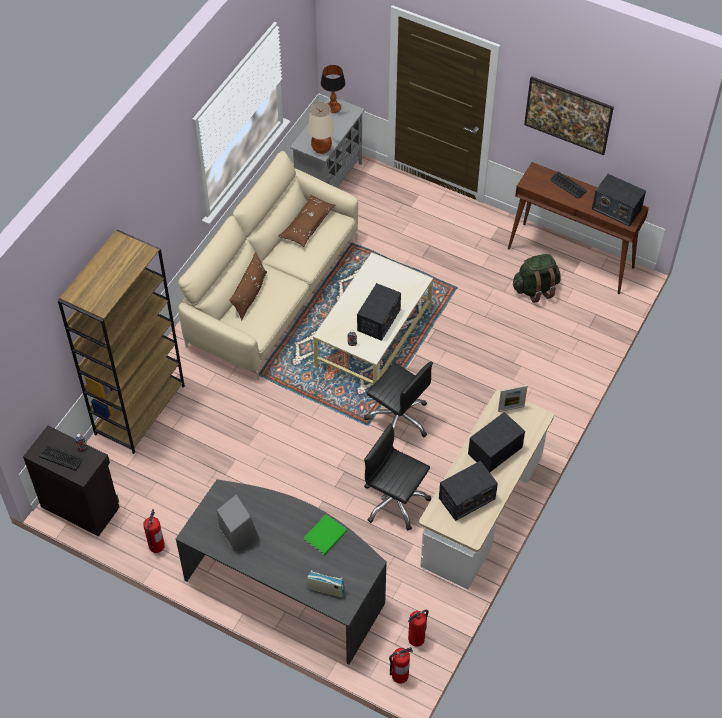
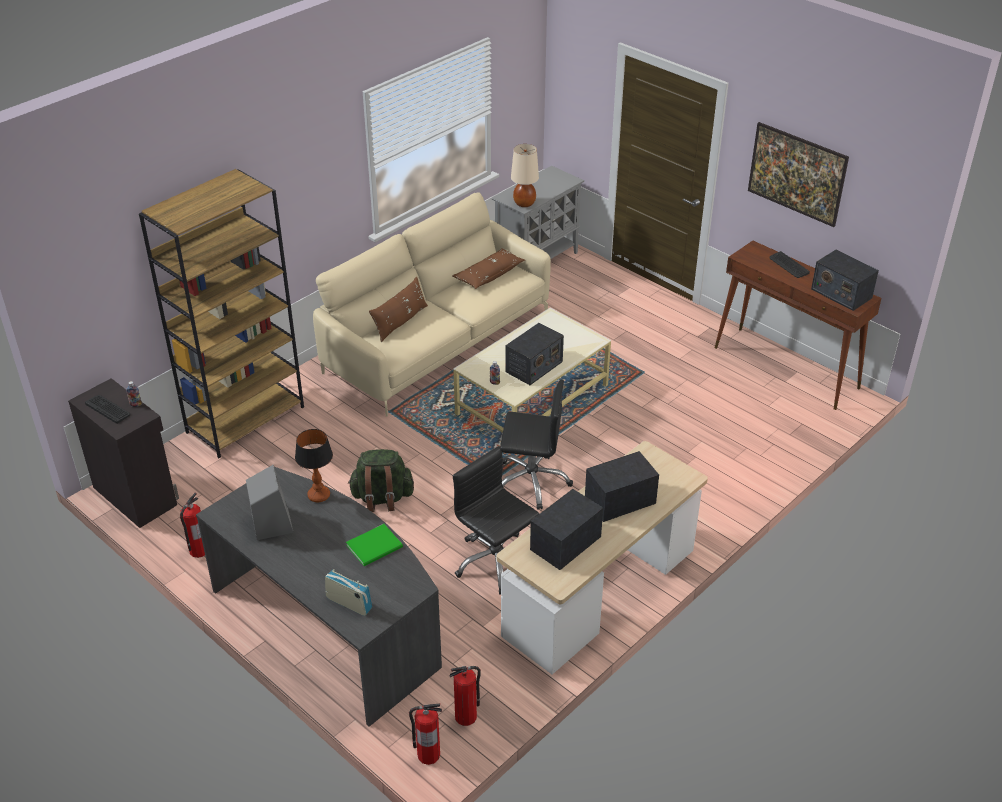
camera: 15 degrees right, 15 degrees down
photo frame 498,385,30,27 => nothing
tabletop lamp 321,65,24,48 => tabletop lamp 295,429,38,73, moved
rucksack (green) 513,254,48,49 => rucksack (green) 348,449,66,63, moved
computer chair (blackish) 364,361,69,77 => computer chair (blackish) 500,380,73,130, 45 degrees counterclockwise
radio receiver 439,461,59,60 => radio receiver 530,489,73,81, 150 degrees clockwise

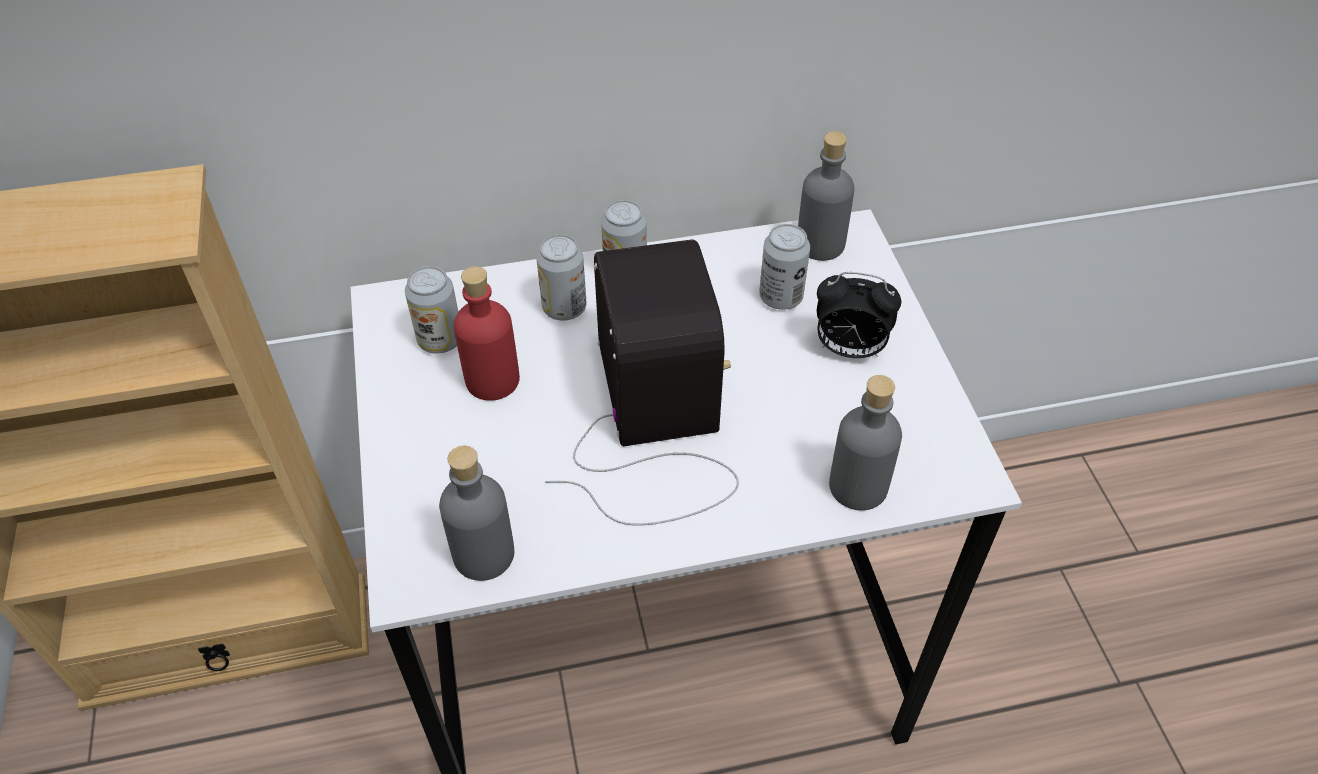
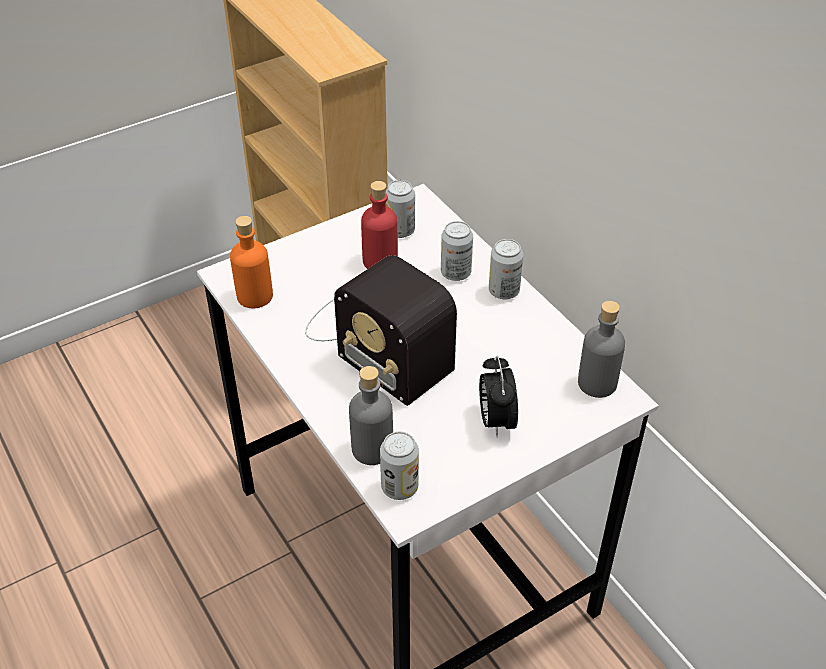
camera: 70 degrees right, 5 degrees down
can 759,224,51,86 => can 380,432,39,68, moved
beverage bottle (grey) 439,446,75,135 => beverage bottle (orangey) 230,216,43,92
radio receiver 545,240,194,285 => radio receiver 305,255,152,151, 75 degrees clockwise

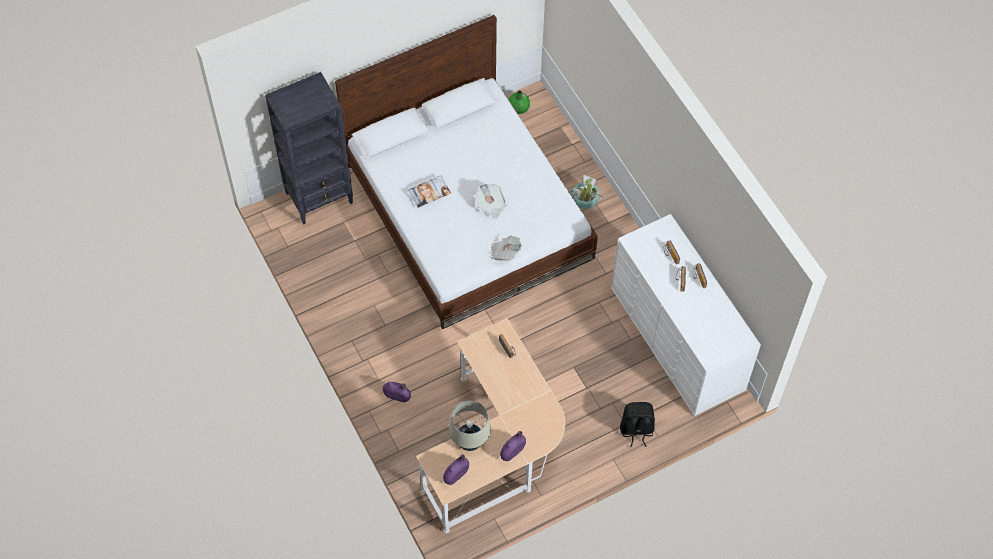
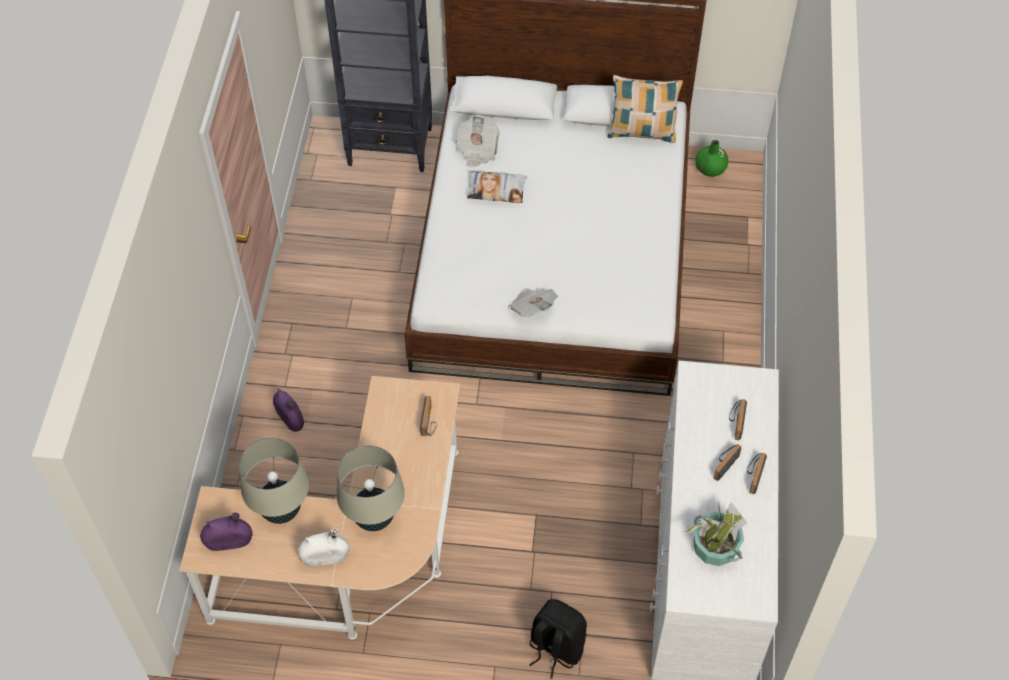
camera: 35 degrees right, 5 degrees down
nothing => tabletop lamp (beige-coloured) 337,446,68,85
nothing => throw pillow 608,75,75,68
daily paper 475,183,32,36 => daily paper 456,115,44,53, moved
plant in a pot 570,175,33,34 => plant in a pot 683,502,64,64, moved
decorative vase (purplish) 500,431,26,30 => decorative vase (white) 297,529,52,37

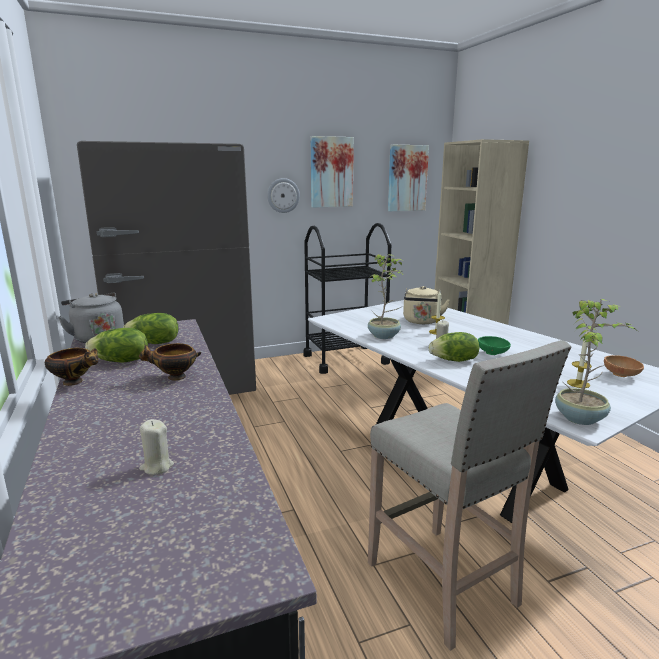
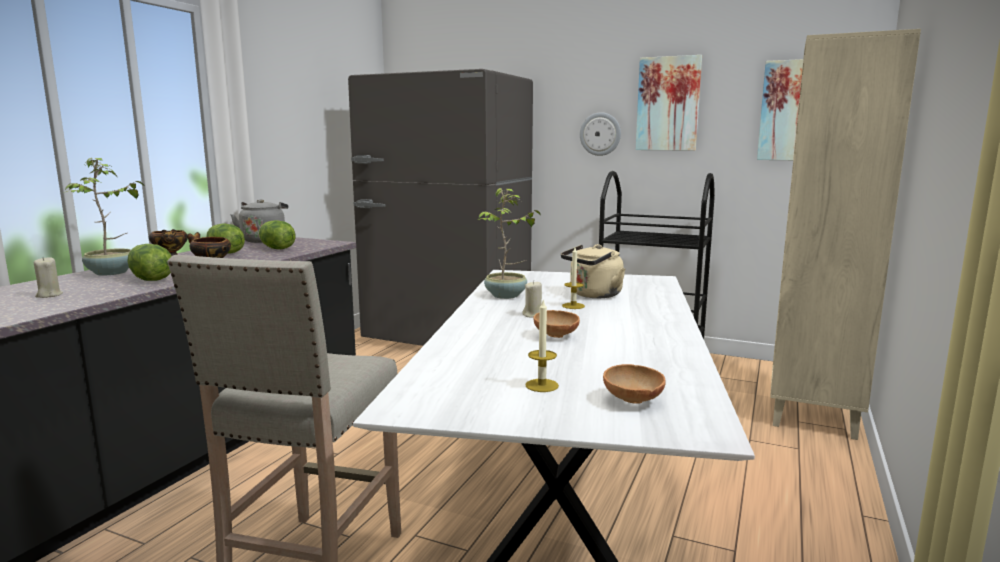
camera: 45 degrees right, 5 degrees down
lettuce 429,332,51,30 => lettuce 127,244,45,37, moved
plant in a pot 555,299,81,126 => plant in a pot 64,158,80,118, moved
bowl (green) 478,336,33,19 => bowl (brown-coloured) 533,310,47,28

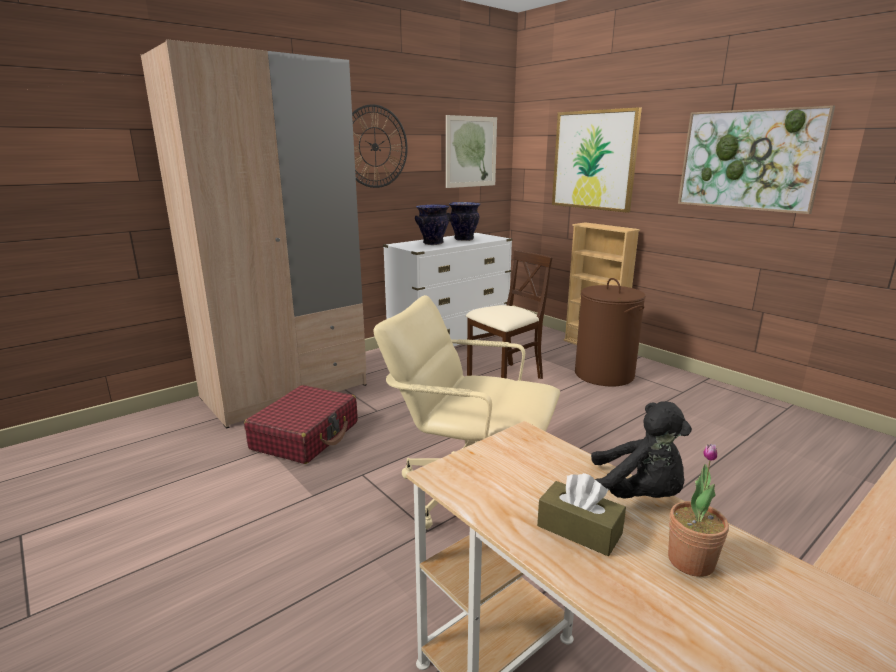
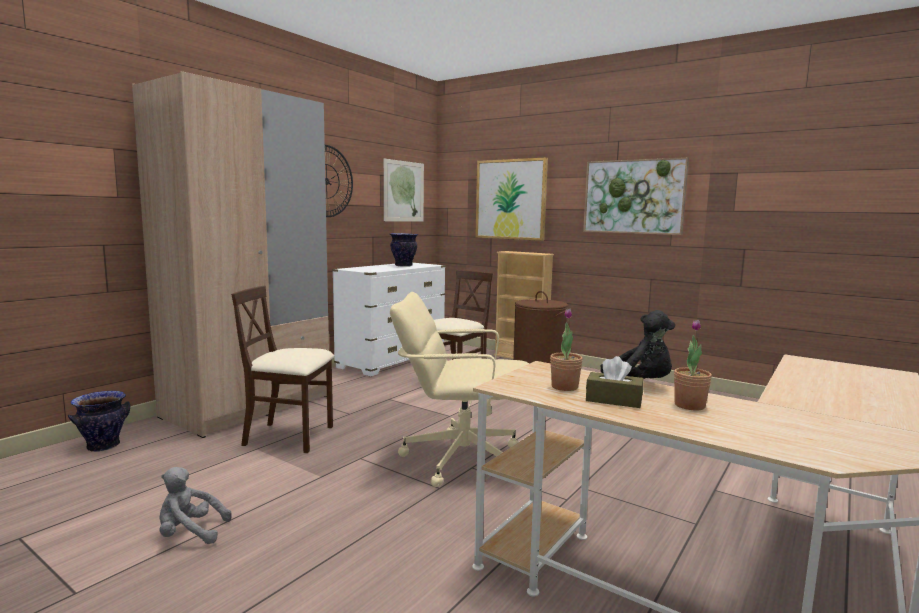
camera: 15 degrees left, 10 degrees down
nothing => plush toy (grey) 160,467,72,77
nothing => plant in a pot 550,309,33,82
decorative vase 415,205,36,40 => decorative vase 68,391,62,61, moved
piece of luggage (reddish) 244,385,113,79 => plain chair (beige-coloured) 231,286,103,167

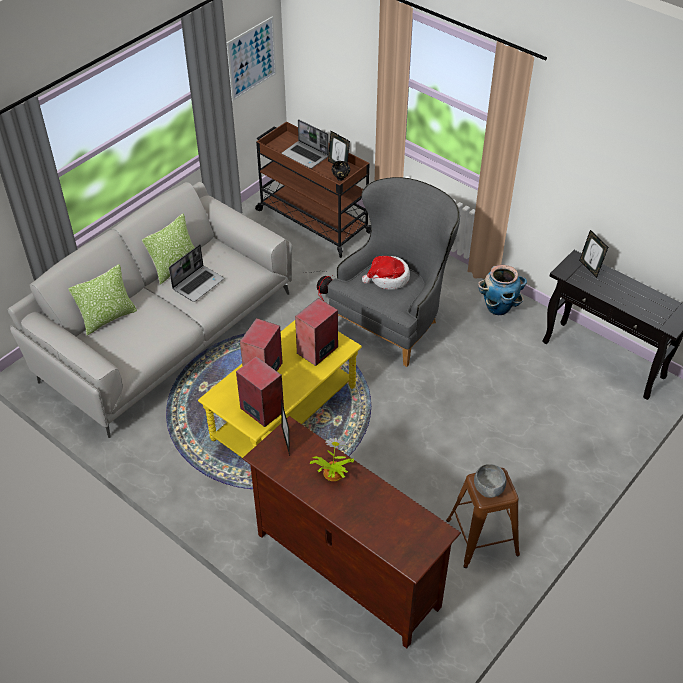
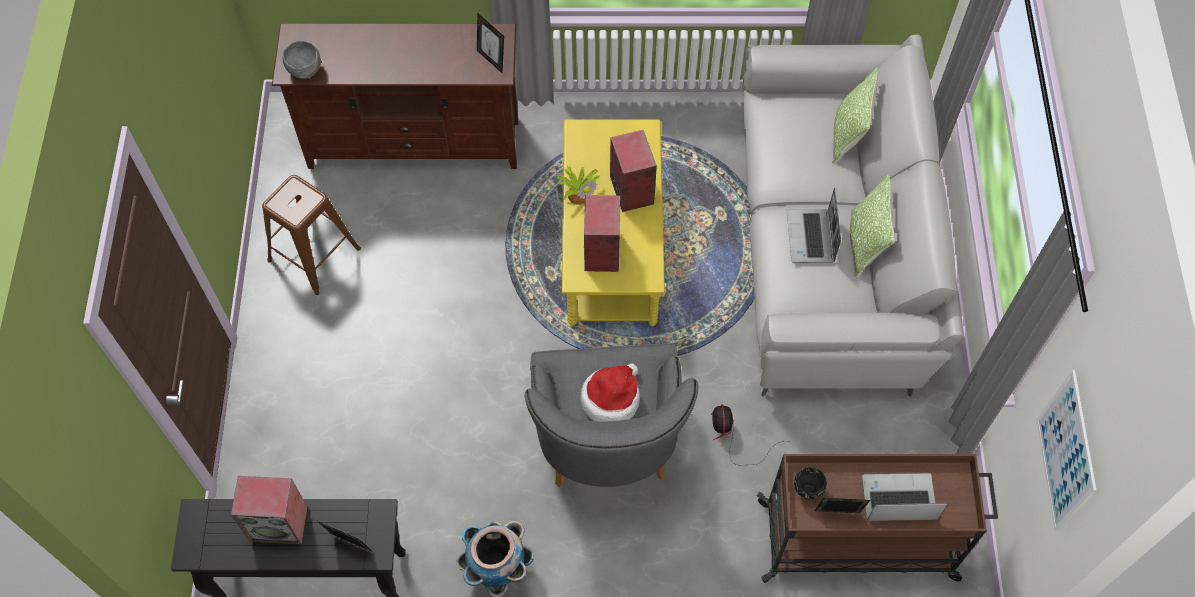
camera: 140 degrees right, 15 degrees up
speaker 236,356,48,71 => speaker 231,476,77,69, moved
plant in a pot 310,438,44,43 => plant in a pot 557,166,43,39, moved
bowl (grey) 474,464,32,34 => bowl (grey) 283,41,38,38, moved

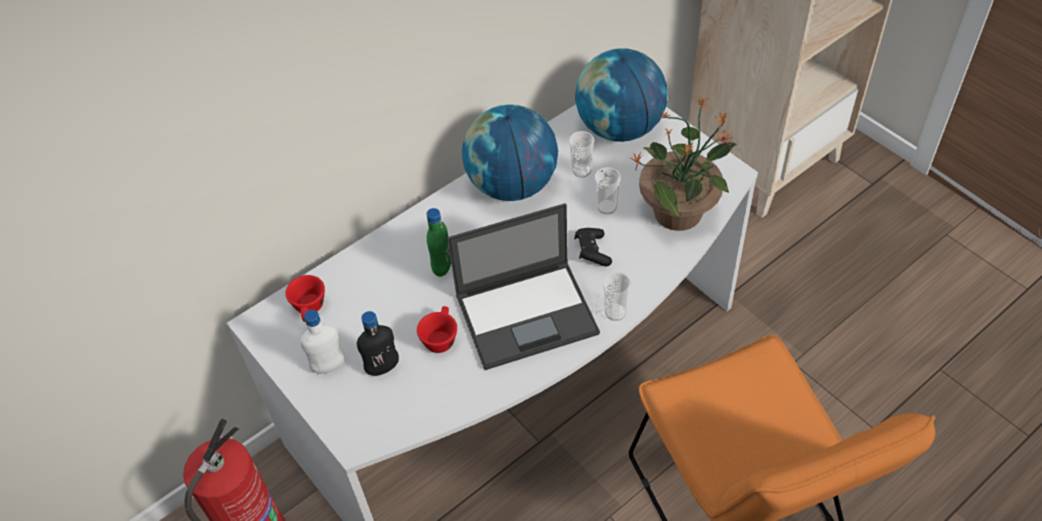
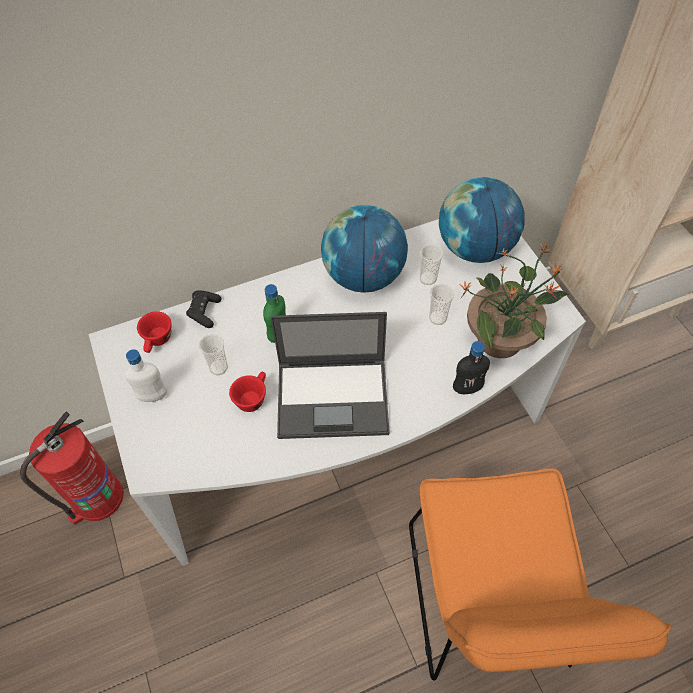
camera: 15 degrees right, 5 degrees up
beverage bottle (blackish) 357,311,42,65 => beverage bottle (blackish) 453,341,37,53, moved
game controller (blackish) 574,228,38,38 => game controller (blackish) 186,290,35,38, moved
cup 603,272,29,49 => cup 199,334,29,41, moved

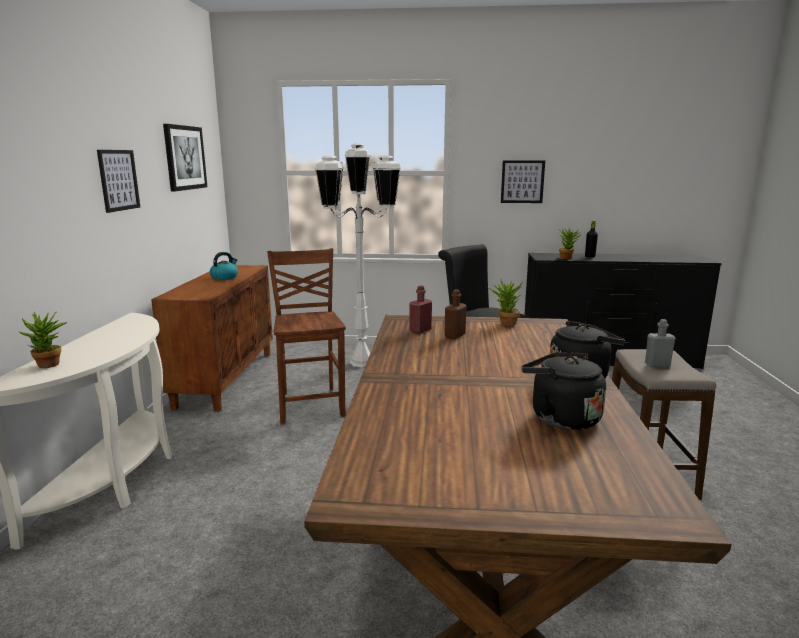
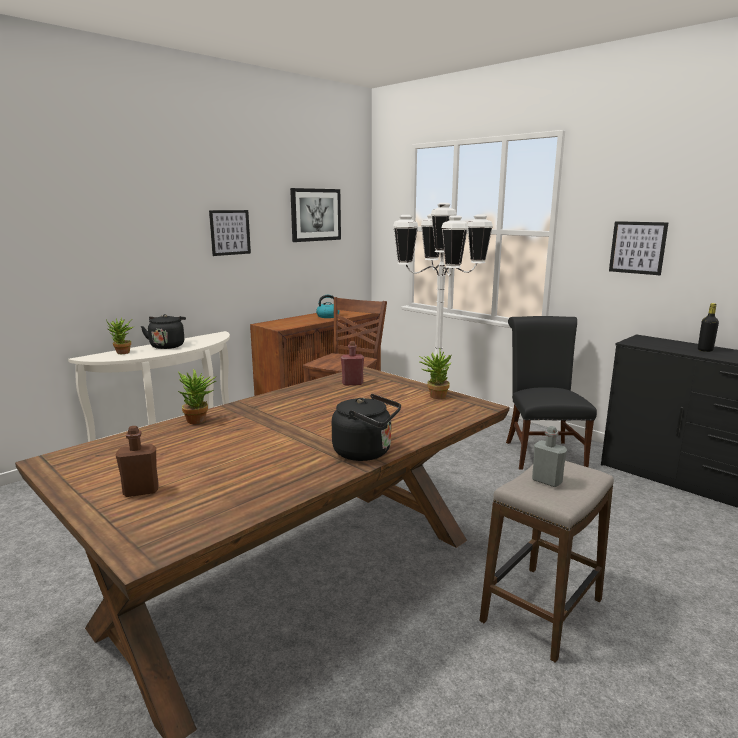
camera: 40 degrees right, 0 degrees up
beverage bottle (brown-coloured) 444,289,23,50 => beverage bottle (brown-coloured) 116,426,43,71, moved
kettle (blackish) 521,352,85,78 => kettle (blackish) 141,314,45,35, moved
plant in a pot 559,228,22,31 => plant in a pot 178,369,38,55, moved

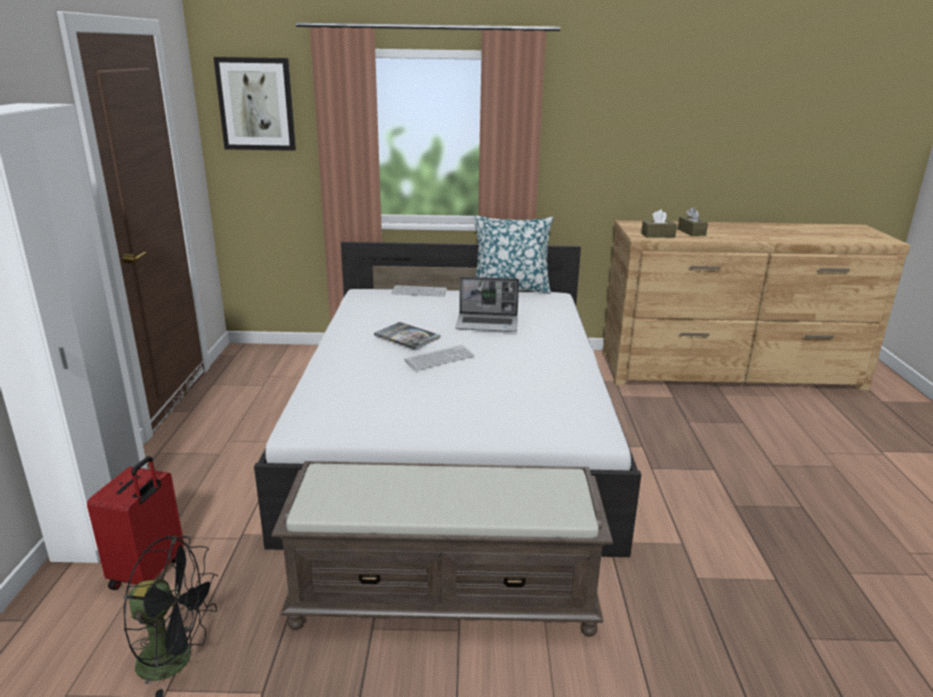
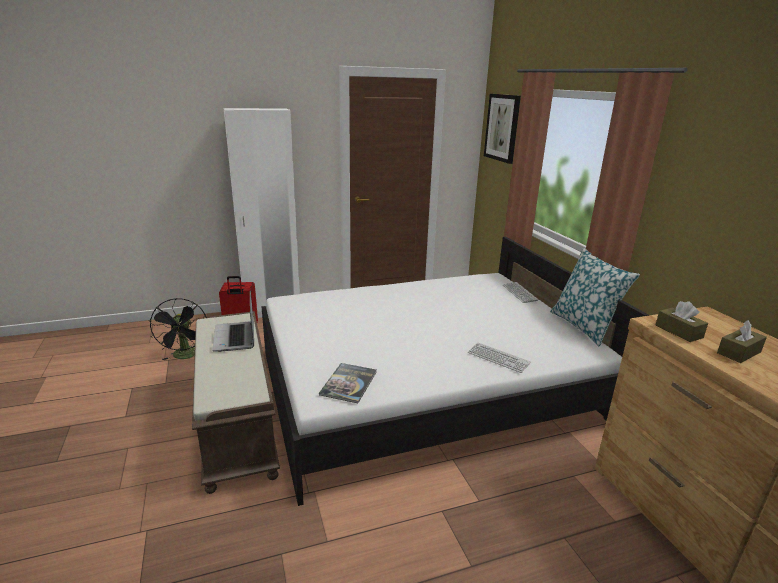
camera: 70 degrees right, 0 degrees up
book 374,322,66,28 => book 319,363,58,40, moved
computer keyboard 404,345,70,25 => computer keyboard 468,343,63,30, moved
notebook computer 456,276,63,56 => notebook computer 212,291,42,61, moved

